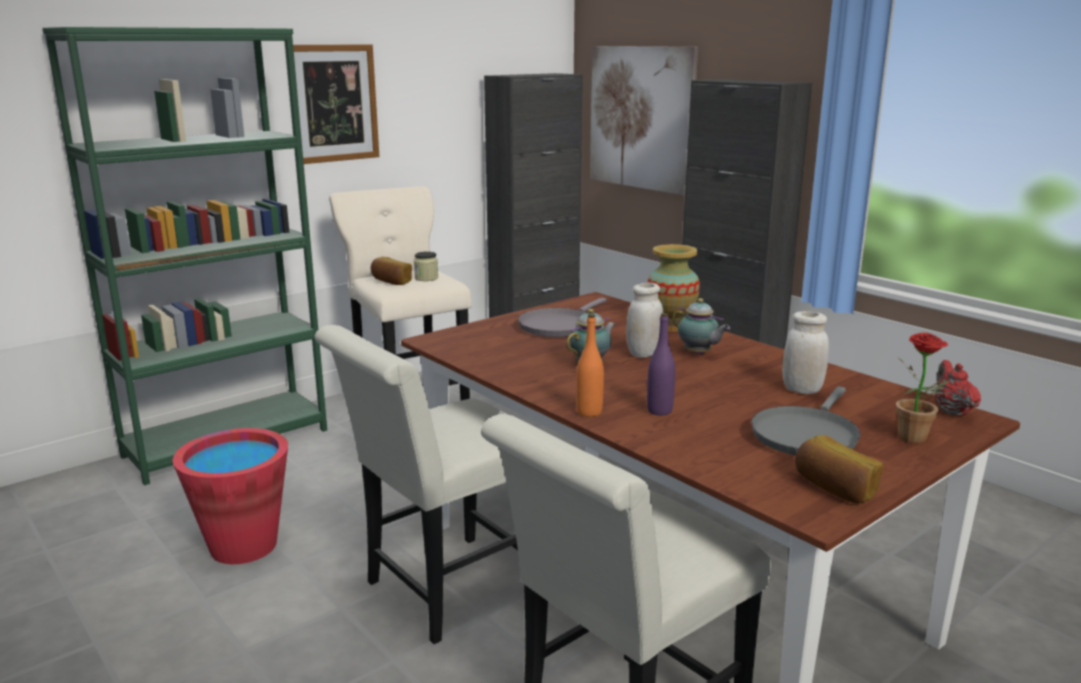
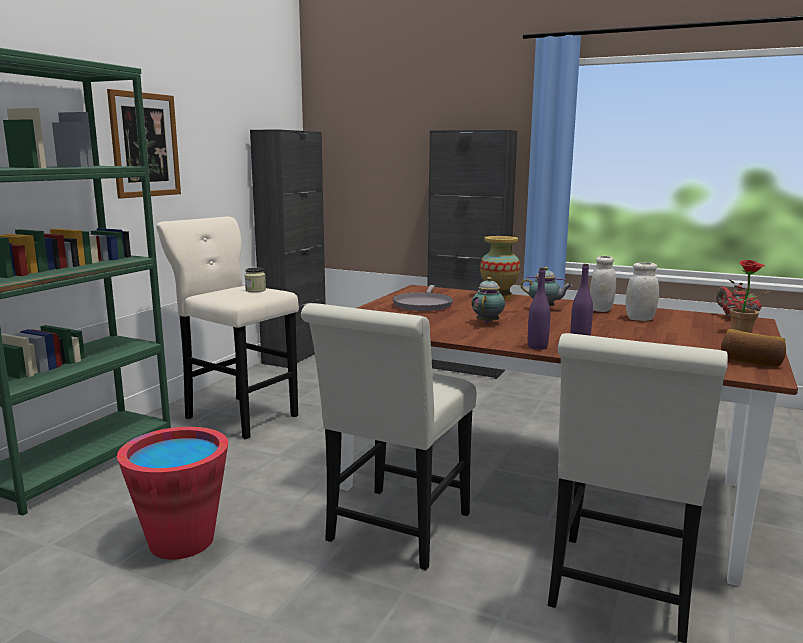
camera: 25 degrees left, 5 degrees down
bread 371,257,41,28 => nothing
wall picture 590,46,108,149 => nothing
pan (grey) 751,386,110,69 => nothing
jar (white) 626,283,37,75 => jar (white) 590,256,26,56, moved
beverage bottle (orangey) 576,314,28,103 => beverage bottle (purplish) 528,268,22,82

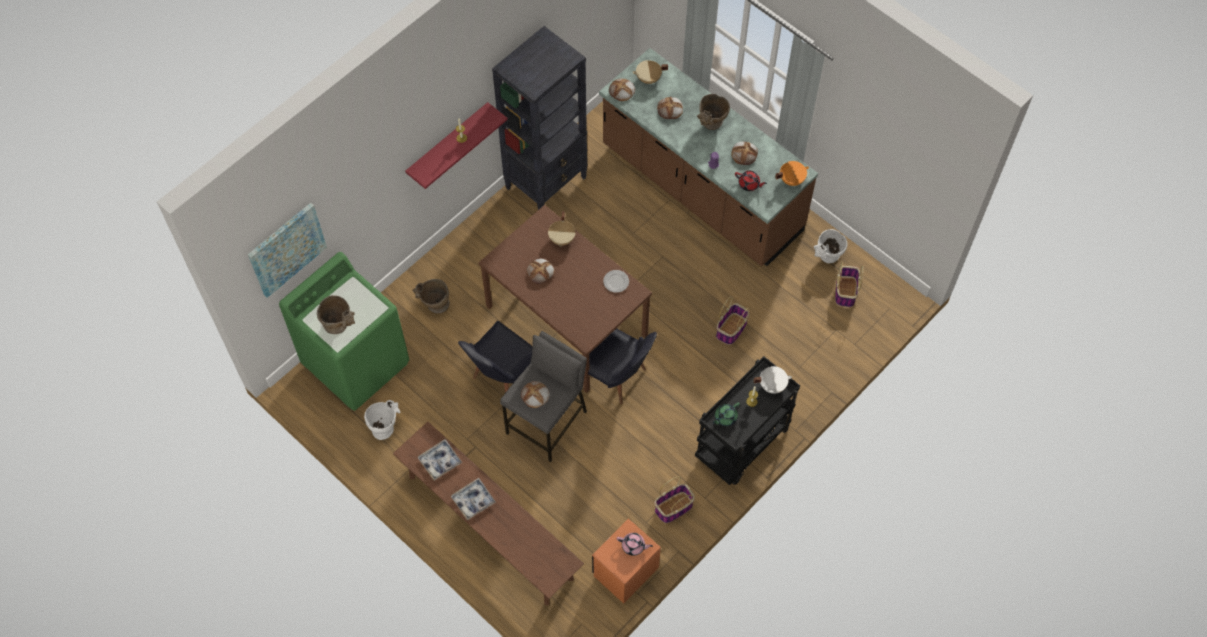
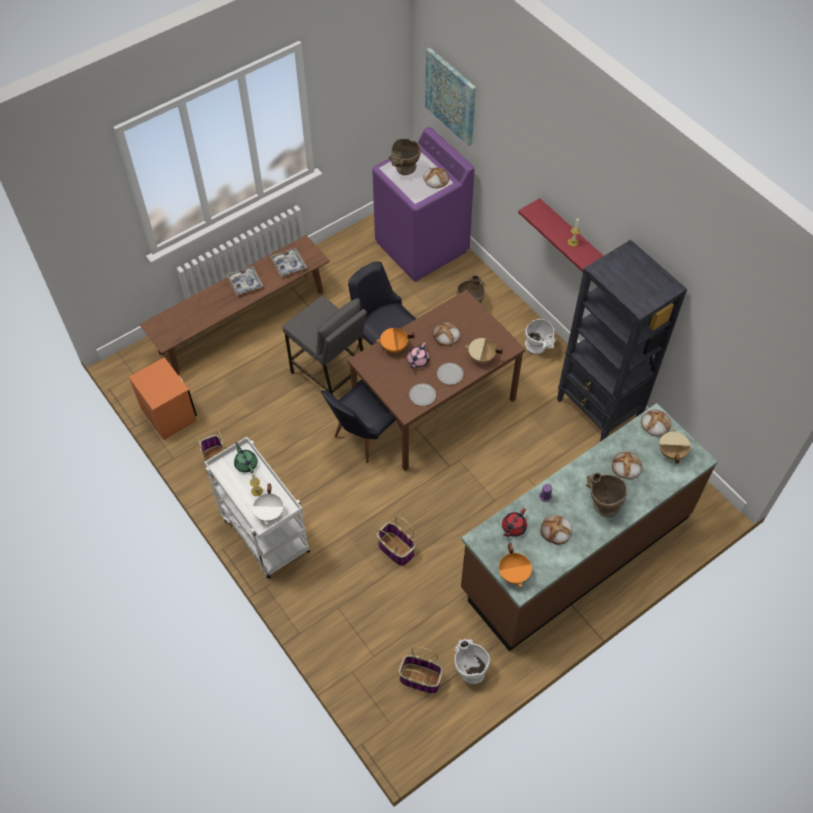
camera: 100 degrees right, 5 degrees down
nothing => saucepot (orangey) 377,328,37,25
nothing => plate 437,363,26,22
decorative vase (white) 364,400,36,40 => decorative vase (white) 525,319,31,35, moved
bread 521,381,29,27 => bread 423,167,26,21, moved
teapot (pinkish) 617,533,36,23 => teapot (pinkish) 407,342,22,26, moved
laundry machine (green) 279,252,130,159 => laundry machine (purplish) 372,127,102,155
cart (blackish) 695,356,105,129 => cart (white) 204,437,106,142

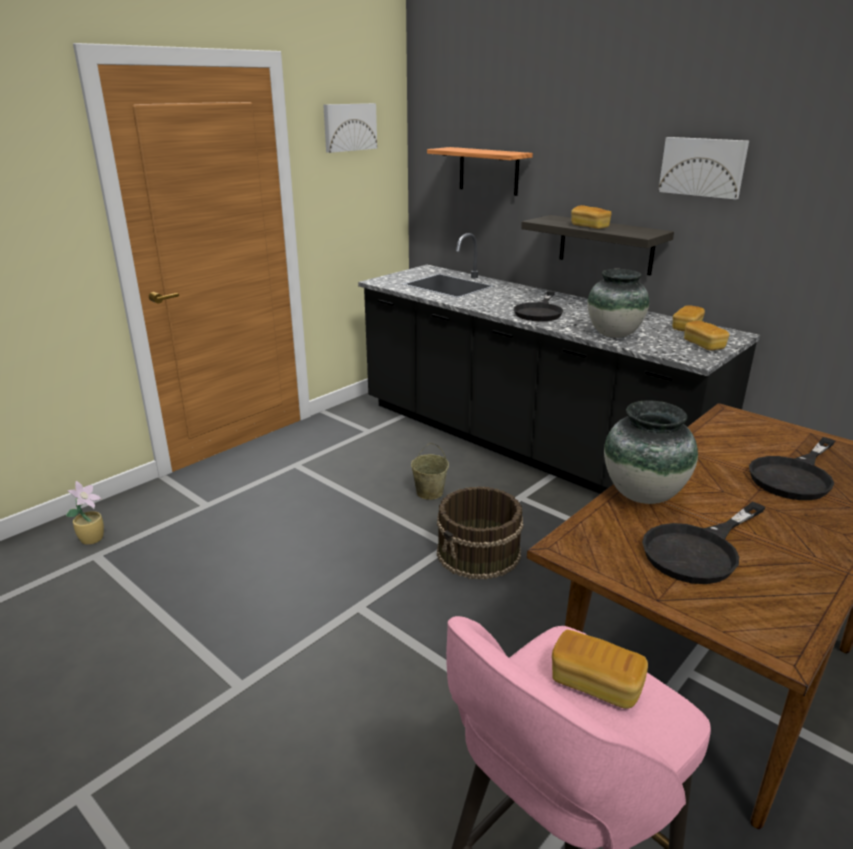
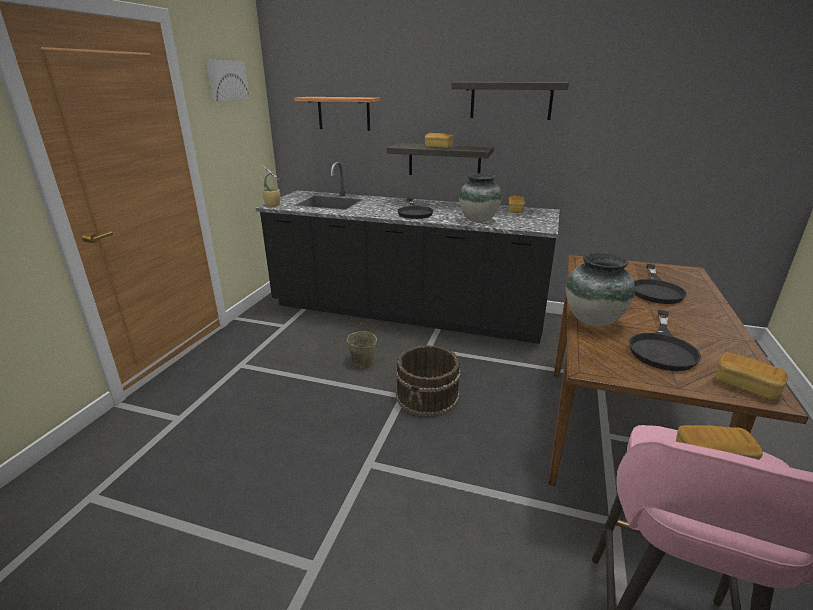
camera: 25 degrees left, 0 degrees up
plant in a pot 66,481,38,64 => plant in a pot 261,166,19,41, moved
bread 684,321,45,29 => bread 716,353,72,46, moved
wall picture 658,137,91,62 => bracket shelf 451,82,118,38

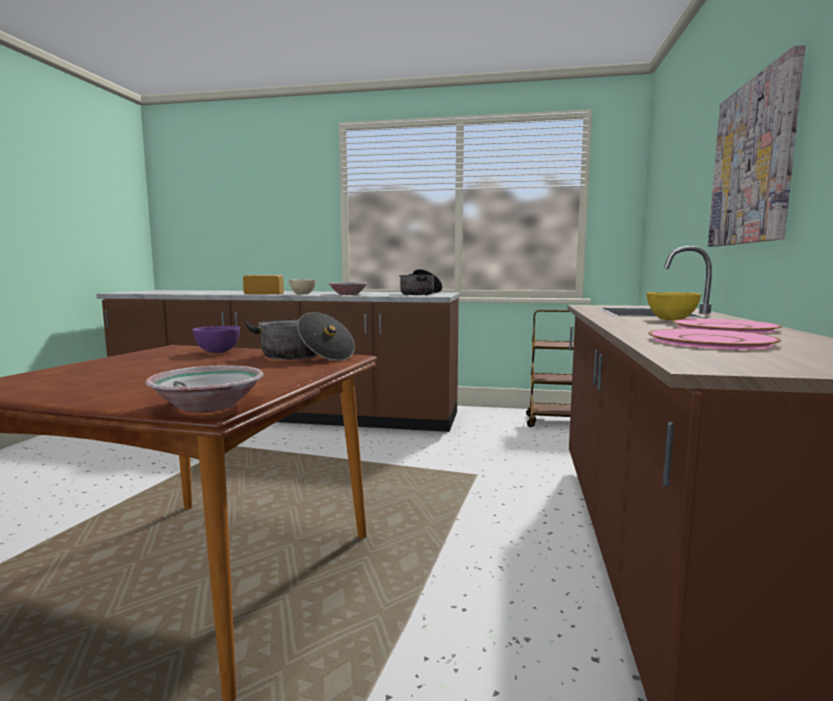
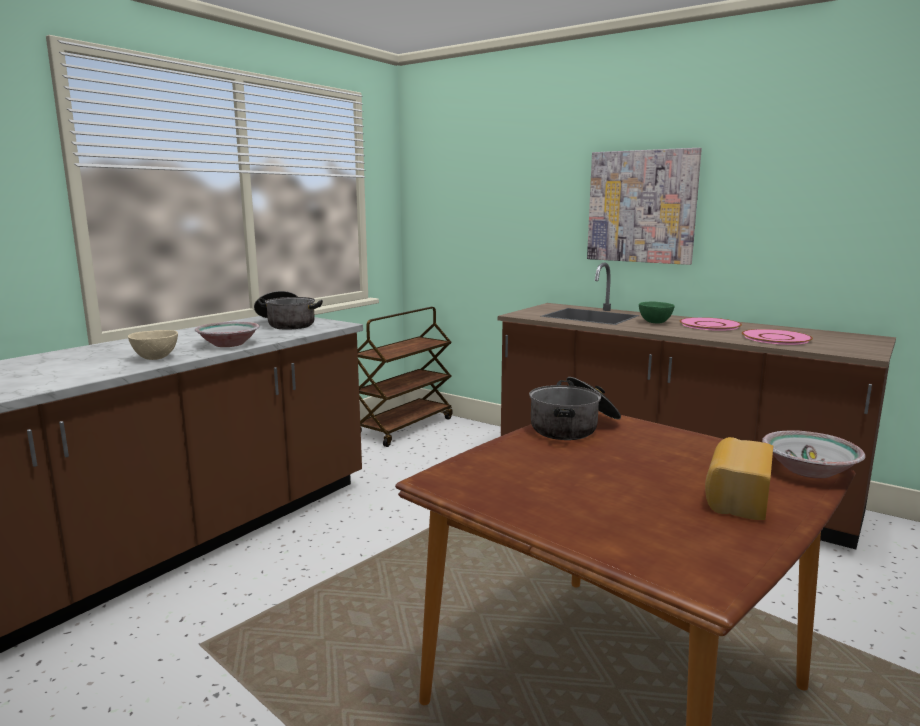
camera: 65 degrees left, 5 degrees up
bowl (purplish) 192,326,48,27 => nothing
bread 243,275,41,19 => bread 705,437,68,83, moved
bowl (yellow) 647,292,54,28 => bowl (green) 639,301,36,22

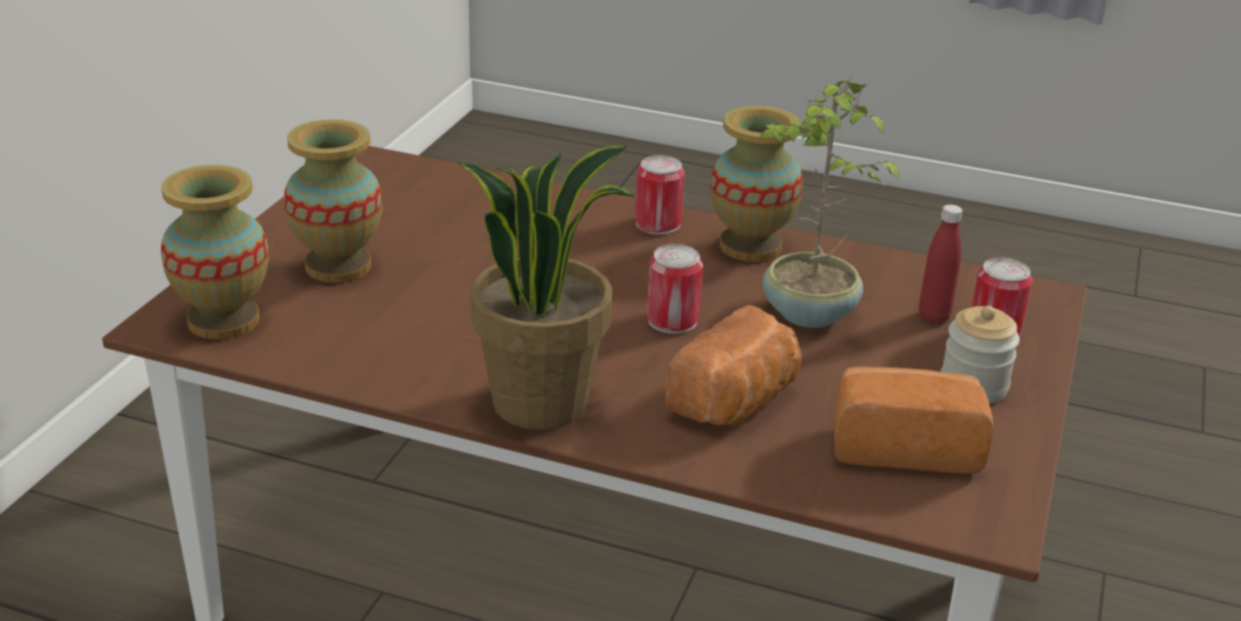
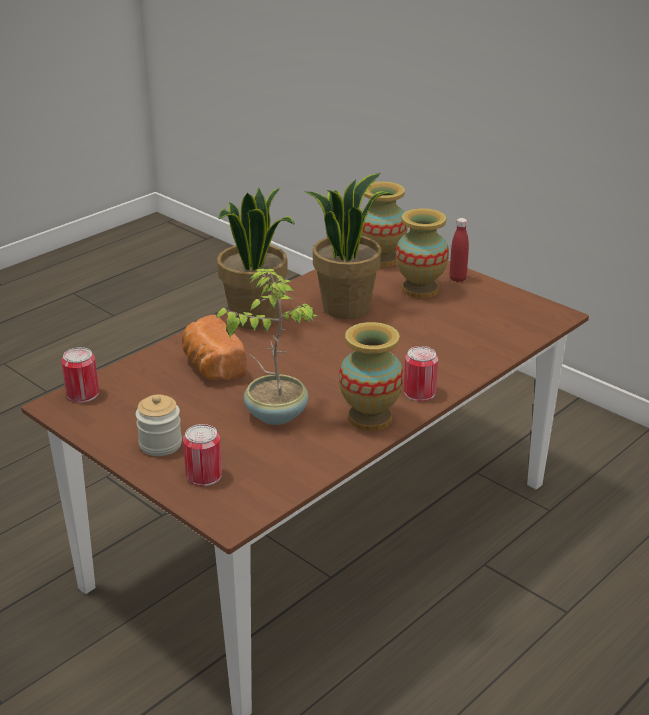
camera: 115 degrees right, 0 degrees up
bread 834,366,159,108 => nothing
nothing => plant in a pot 305,173,89,146
can 647,244,56,90 => can 61,347,38,56, moved
beverage bottle (reddish) 919,205,44,119 => beverage bottle (reddish) 449,218,20,64, moved

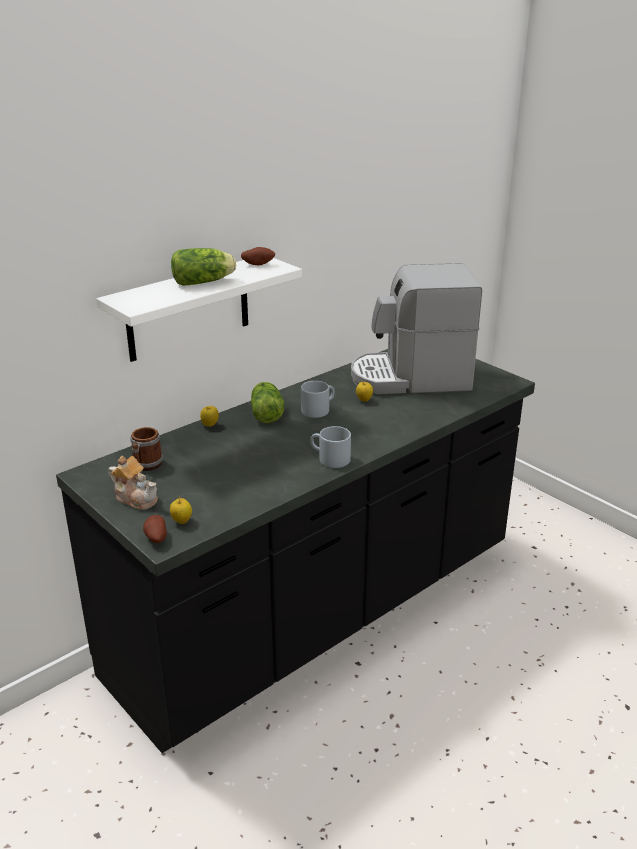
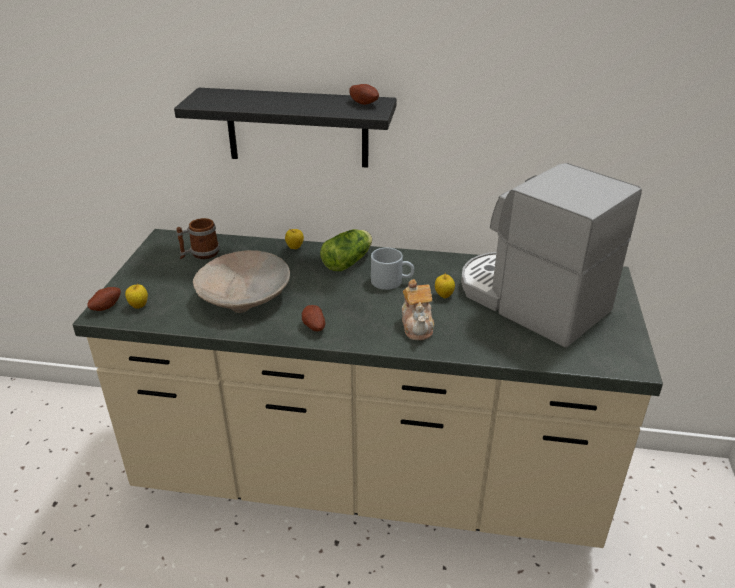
camera: 50 degrees right, 5 degrees up
lettuce 171,248,65,38 => nothing
nothing => bowl (beige-coloured) 193,250,97,63
teapot 108,456,50,54 => teapot 402,279,32,61, moved
coffee mug (grey) 310,426,41,42 => whole potato 302,305,23,26
counter (blackish) 56,349,479,404 => counter (beige-coloured) 72,229,591,319
bracket shelf (white) 96,258,206,104 => bracket shelf (blackish) 174,88,223,80

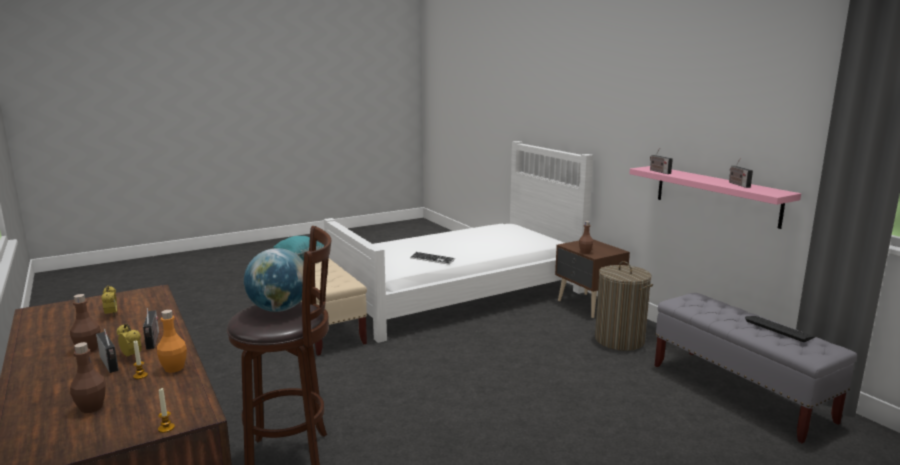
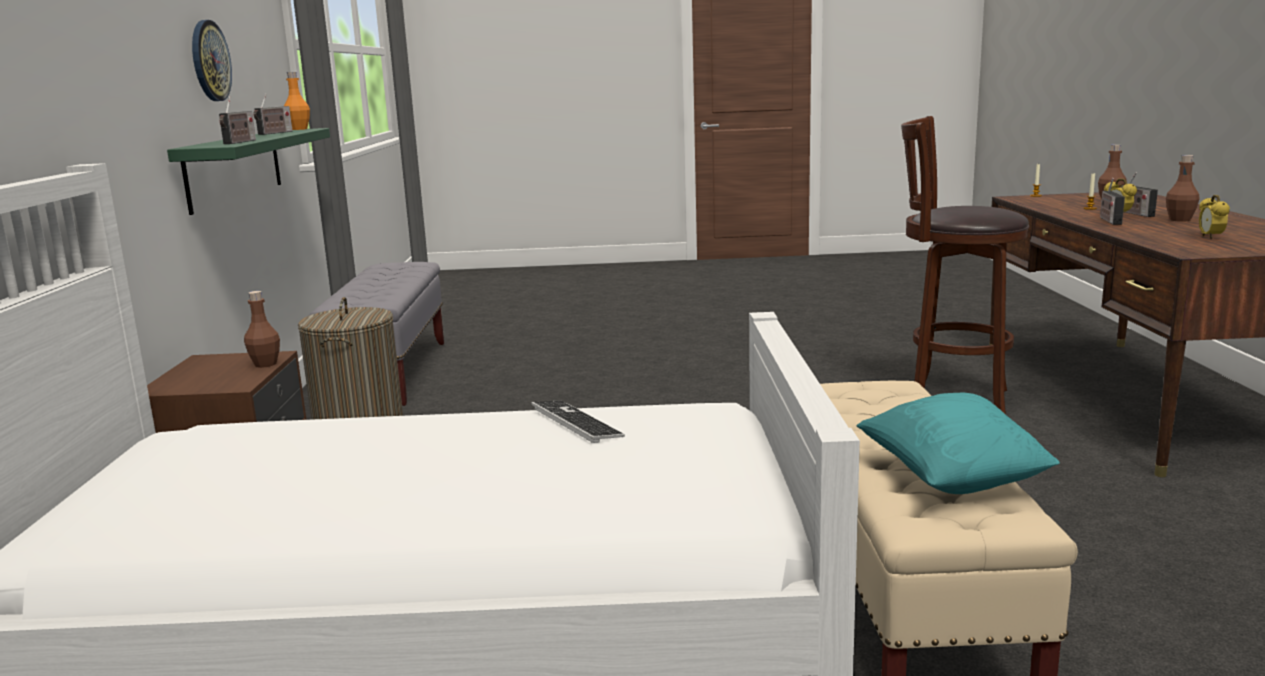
camera: 150 degrees left, 0 degrees up
globe 244,248,60,64 => nothing
computer keyboard 745,316,70,26 => nothing
nothing => wall clock 192,20,40,81
beverage bottle (orangey) 157,310,30,63 => beverage bottle (orangey) 284,72,26,58, moved
bracket shelf (pinkish) 629,166,172,63 => bracket shelf (green) 167,128,163,87

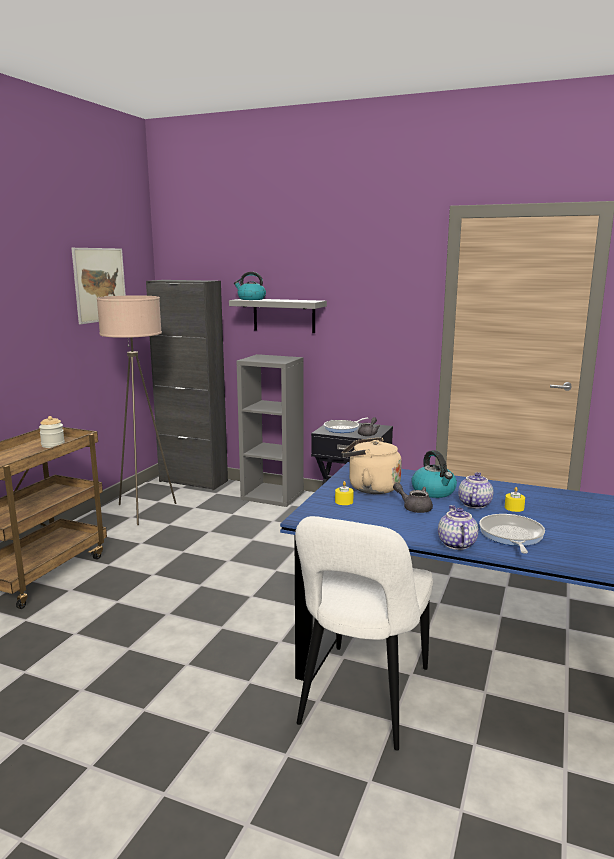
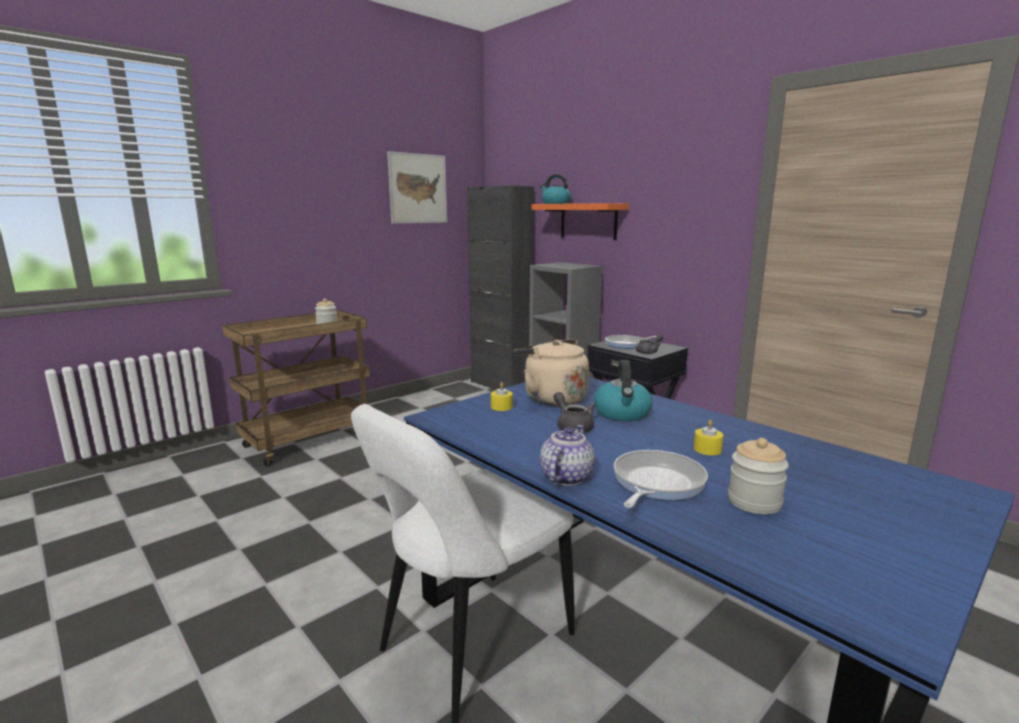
camera: 25 degrees right, 0 degrees up
floor lamp (beige-coloured) 97,296,79,229 => nothing
teapot 458,472,35,36 => nothing
nothing => jar 728,438,61,76
bracket shelf (grey) 229,299,98,34 => bracket shelf (orangey) 532,203,97,37

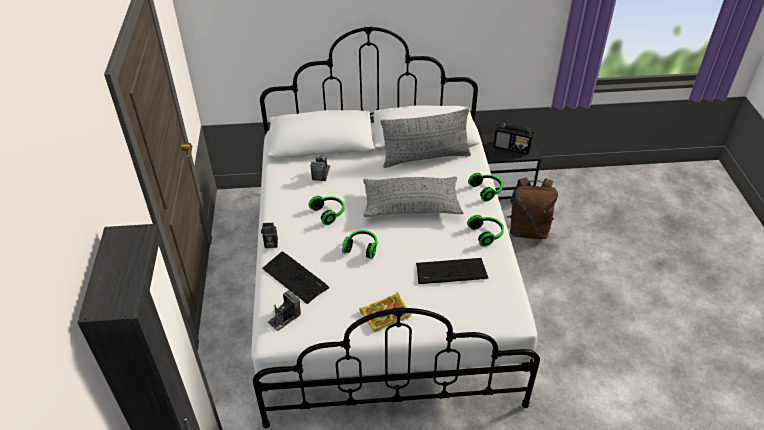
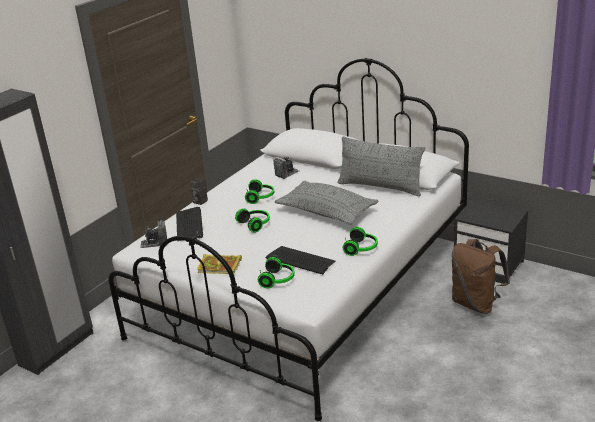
camera: 40 degrees right, 15 degrees down
radio receiver 493,123,40,32 => nothing
headset 468,173,35,29 => headset 258,257,37,31, moved

